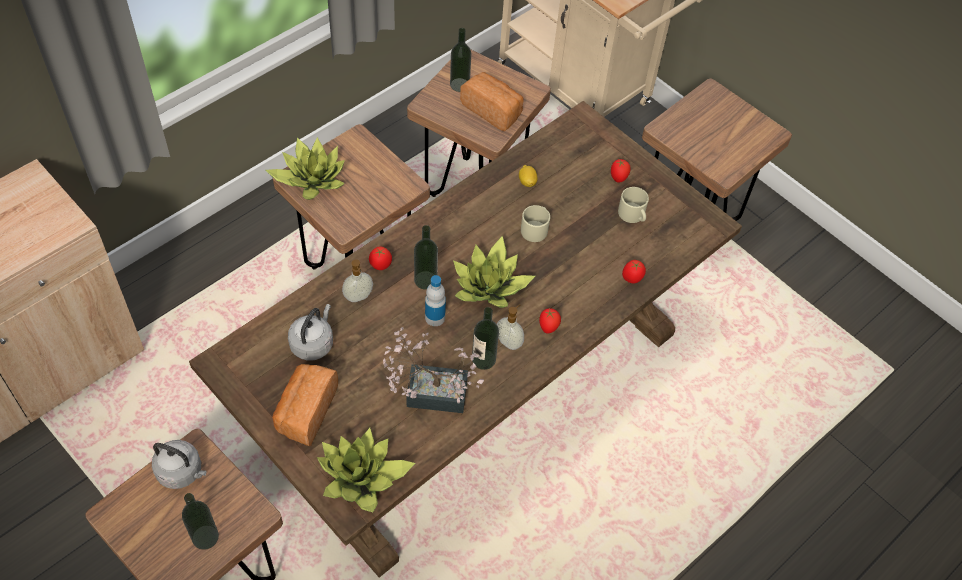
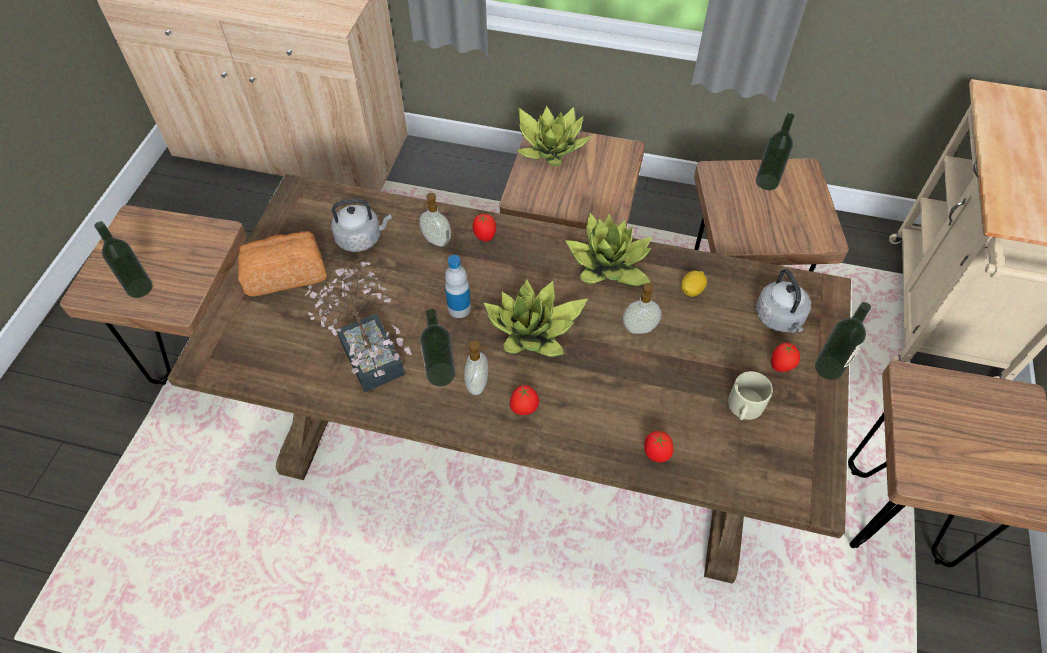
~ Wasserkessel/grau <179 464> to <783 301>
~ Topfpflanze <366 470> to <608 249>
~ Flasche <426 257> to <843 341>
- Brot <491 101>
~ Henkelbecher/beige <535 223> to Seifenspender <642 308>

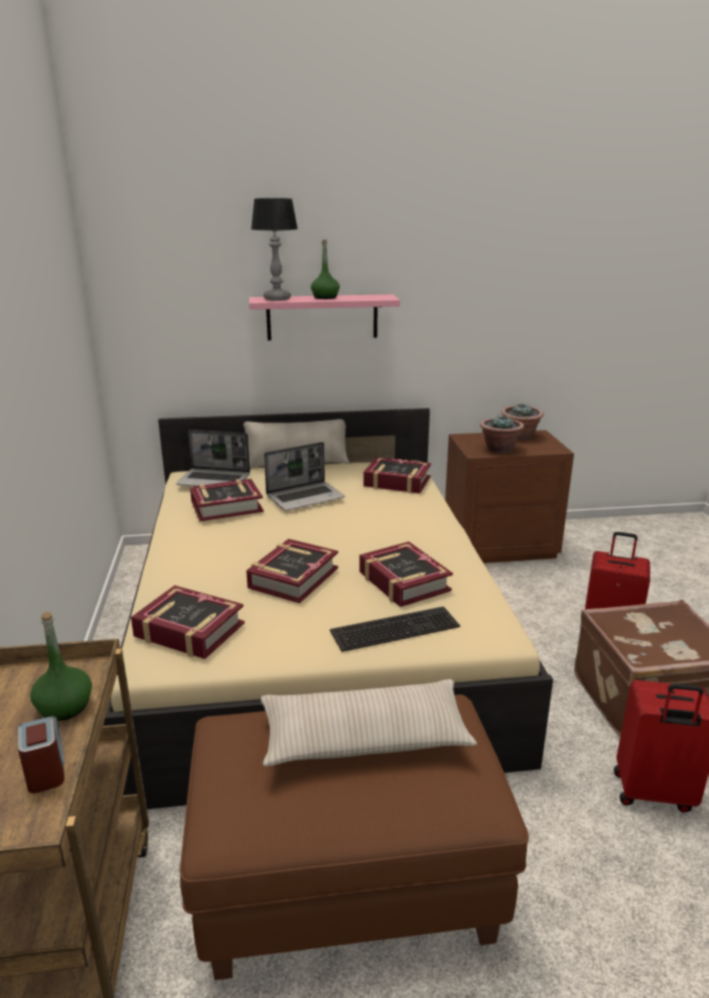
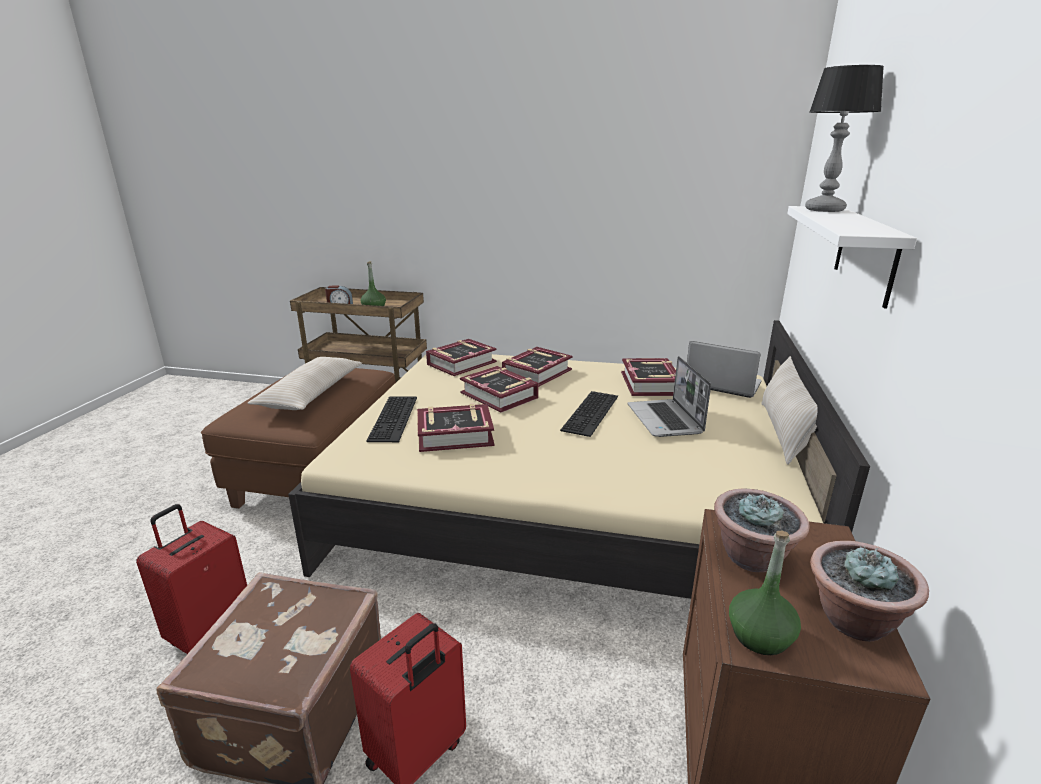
~ Laptop <213 458> = <724 369> 90 degrees clockwise
~ Wandregal/rosa <324 317> to Wandregal/weiß <852 257>
~ Flasche/grün <325 269> to <765 593>
~ Buch <397 475> to <537 366>
+ Tastatur <589 414>

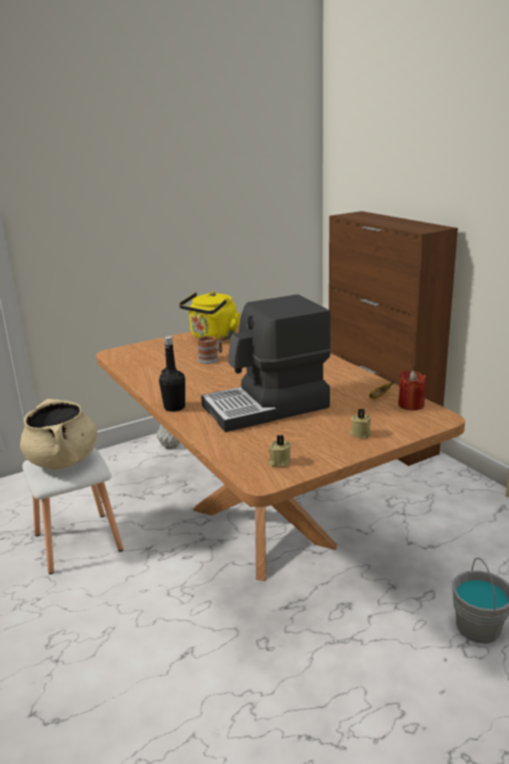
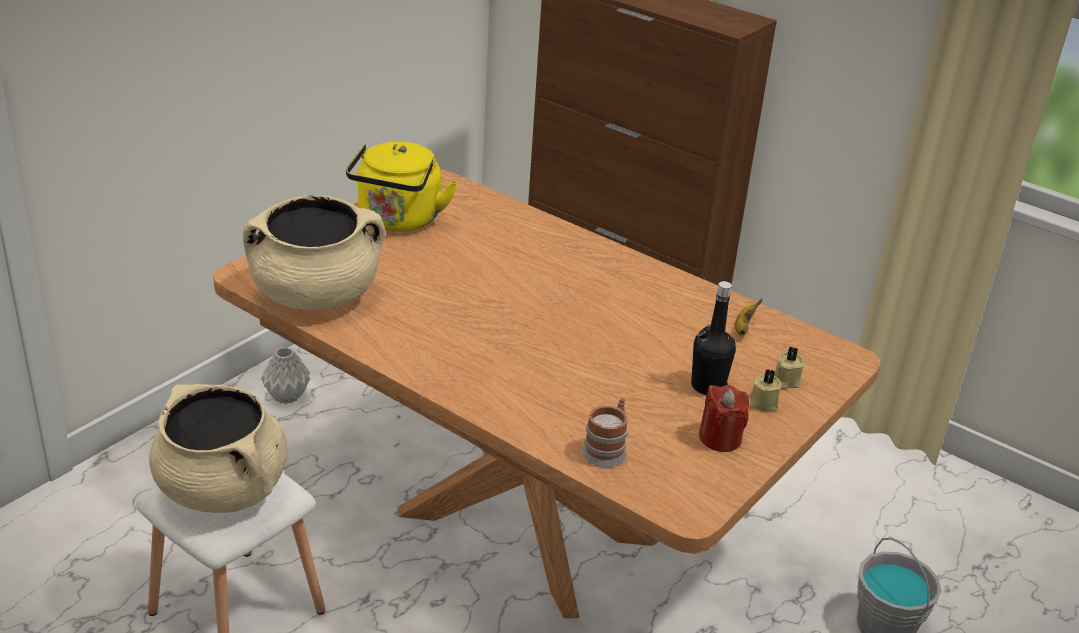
~ Flasche/schwarz <172 374> to <713 338>
~ Henkelbecher <210 349> to <605 432>
- Kaffeemaschine <266 363>
~ Kerze/beige <279 451> to <789 367>
~ Kerze/rot <412 390> to <724 418>
+ Kochtopf/beige <314 252>

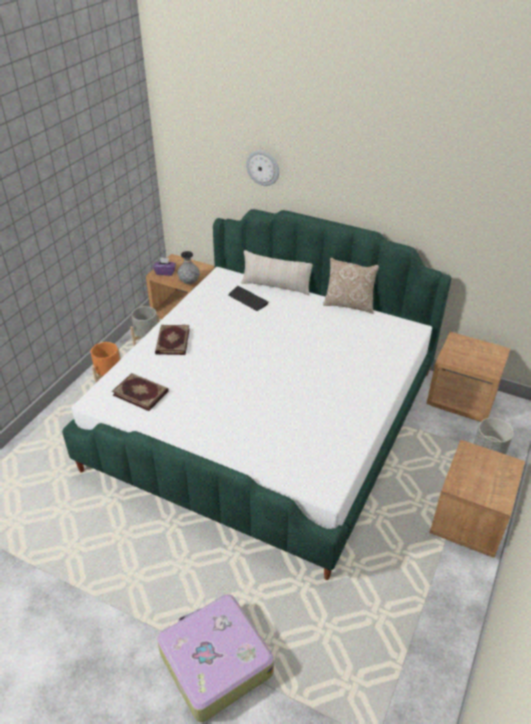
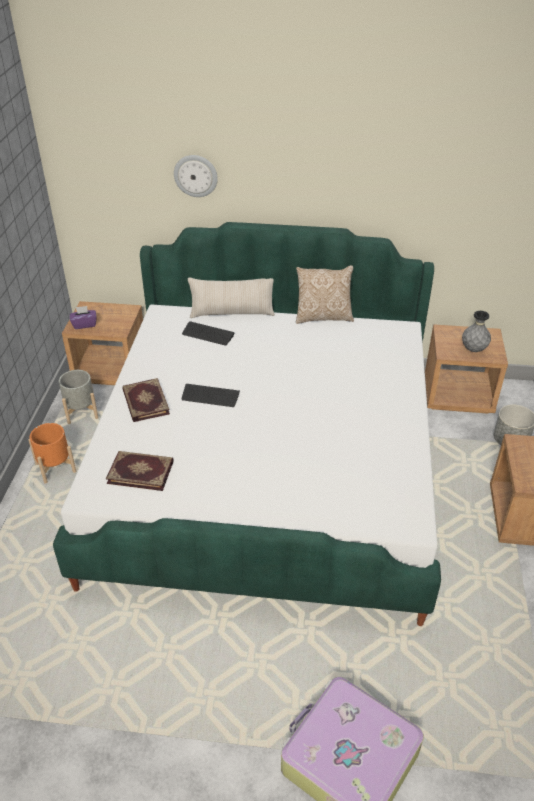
~ Vase/grau <189 267> to <476 331>
+ Tastatur <211 395>

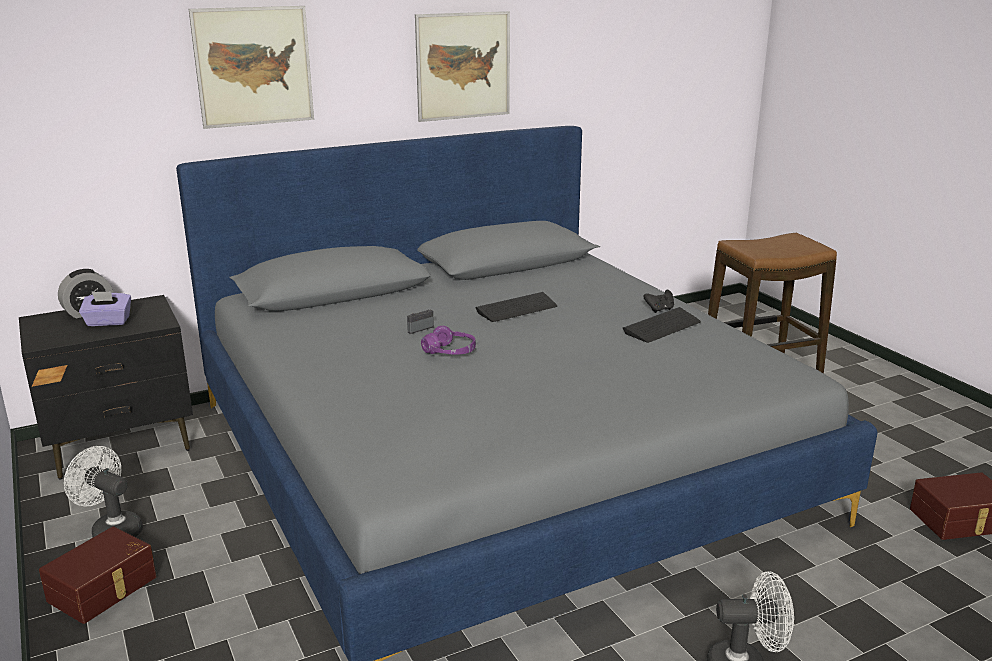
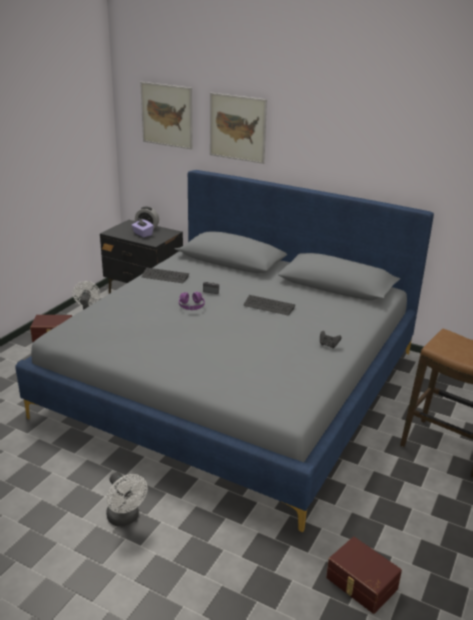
~ Bild <462 66> to <166 116>
~ Tastatur <662 325> to <165 275>

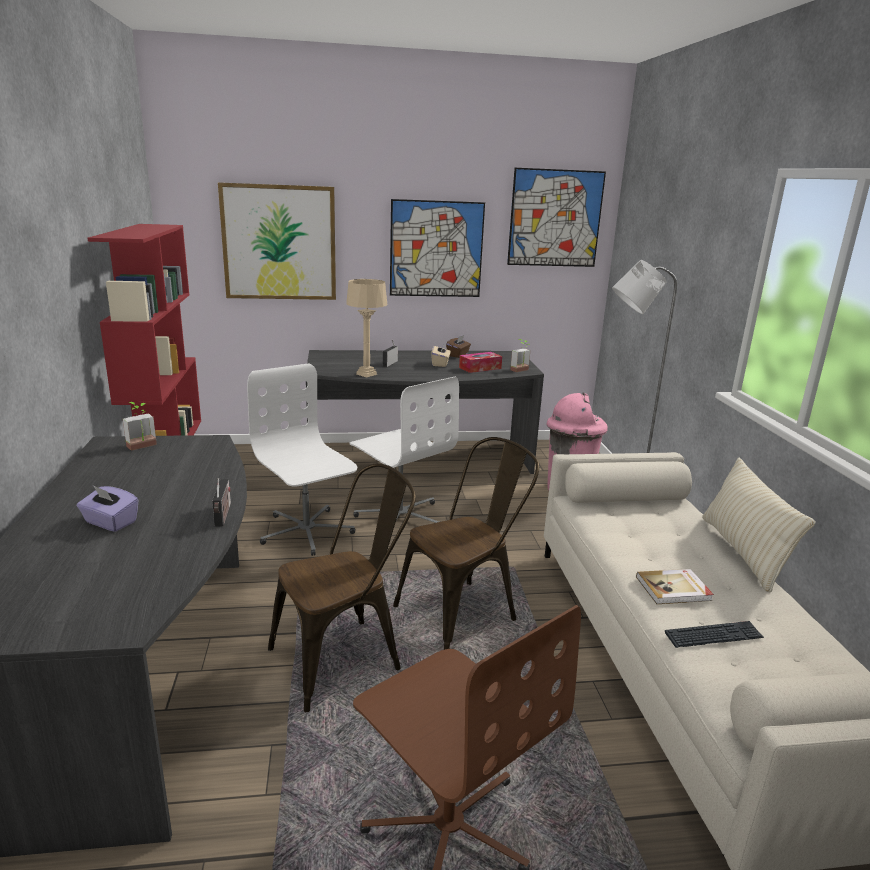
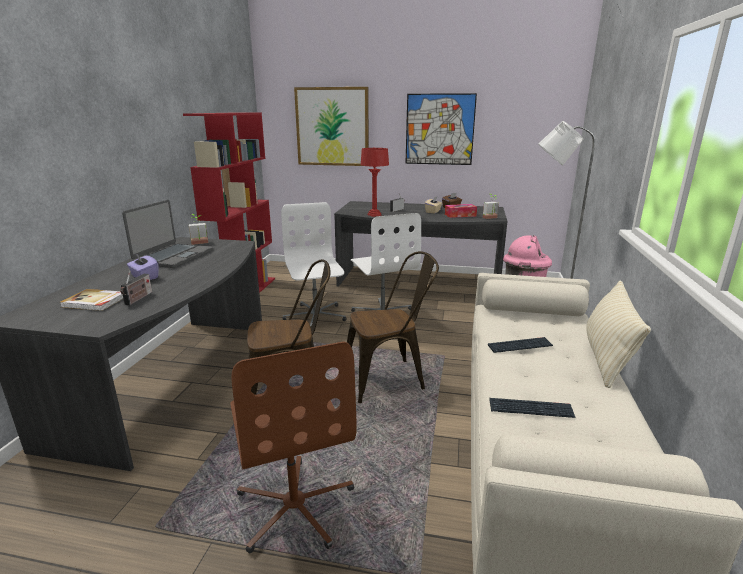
~ Radio <221 502> to <136 287>
~ Tischlampe/beige <366 328> to Tischlampe/rot <375 182>
- Bild <556 217>
~ Buch <675 586> to <91 300>
+ Laptop <167 234>
+ Tastatur <520 345>

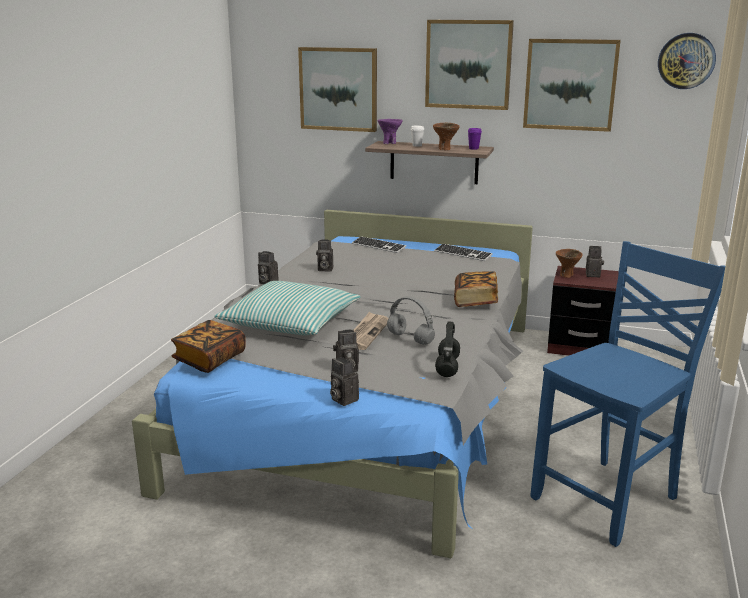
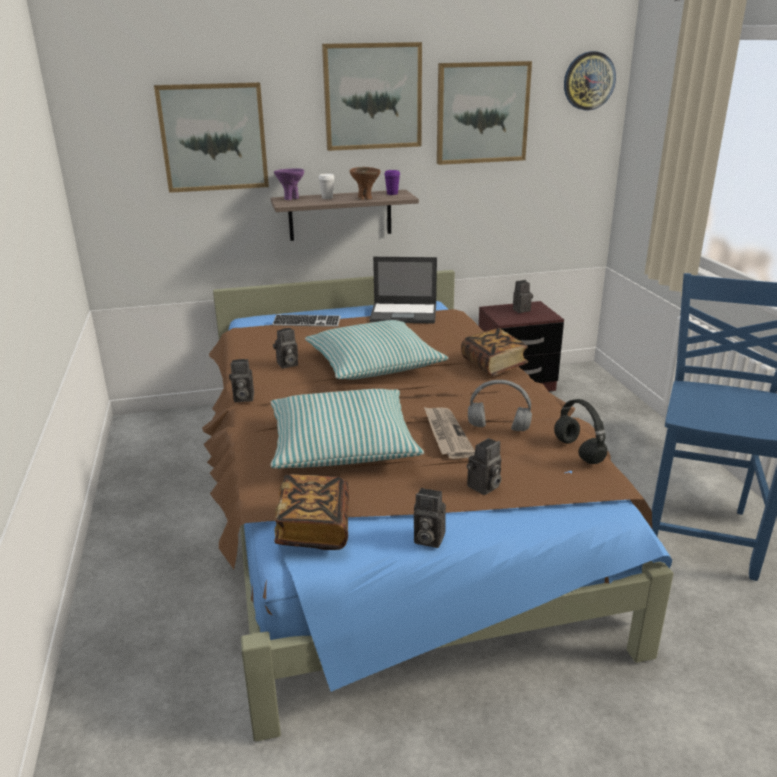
~ Bett/grau <332 384> to Bett/braun <438 506>
~ Kamera <344 381> to <430 518>
~ Tastatur <463 252> to Laptop <403 290>
- Schüssel/braun <569 263>
+ Kissen <377 350>

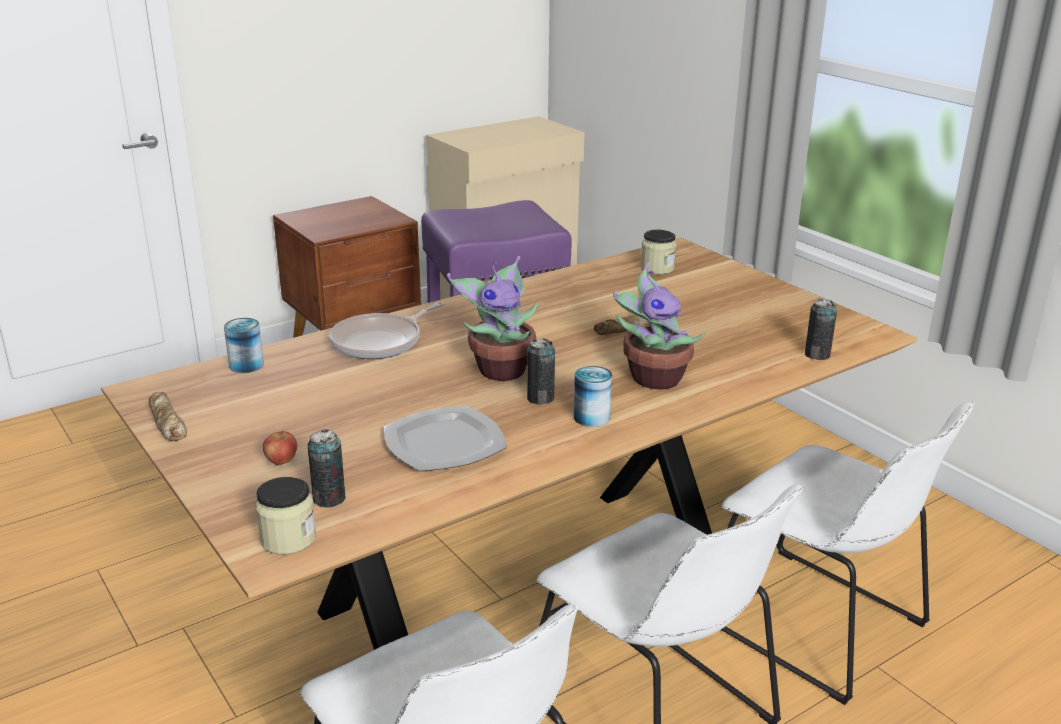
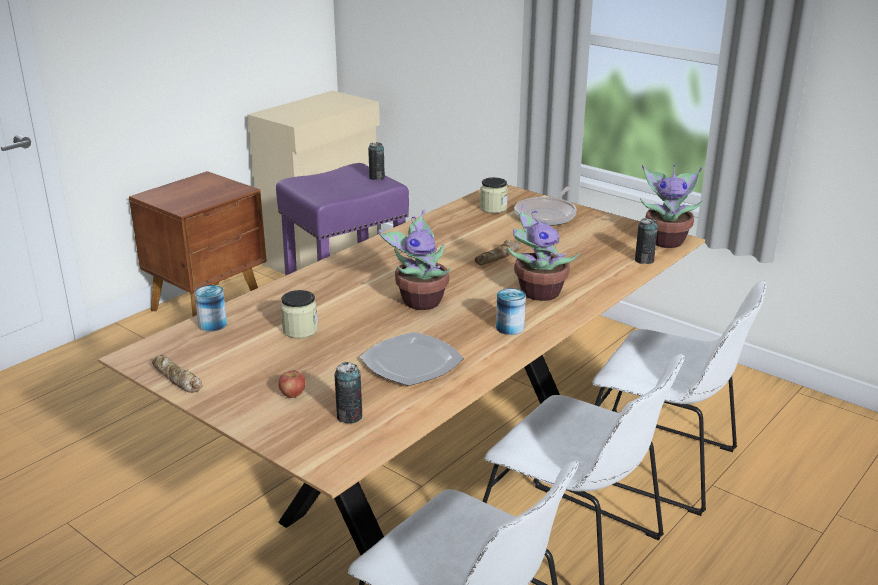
~ Vorratsglas <285 516> to <299 314>
~ Pfanne <386 330> to <545 206>
~ Dose <541 371> to <376 161>
+ Topfpflanze <671 206>

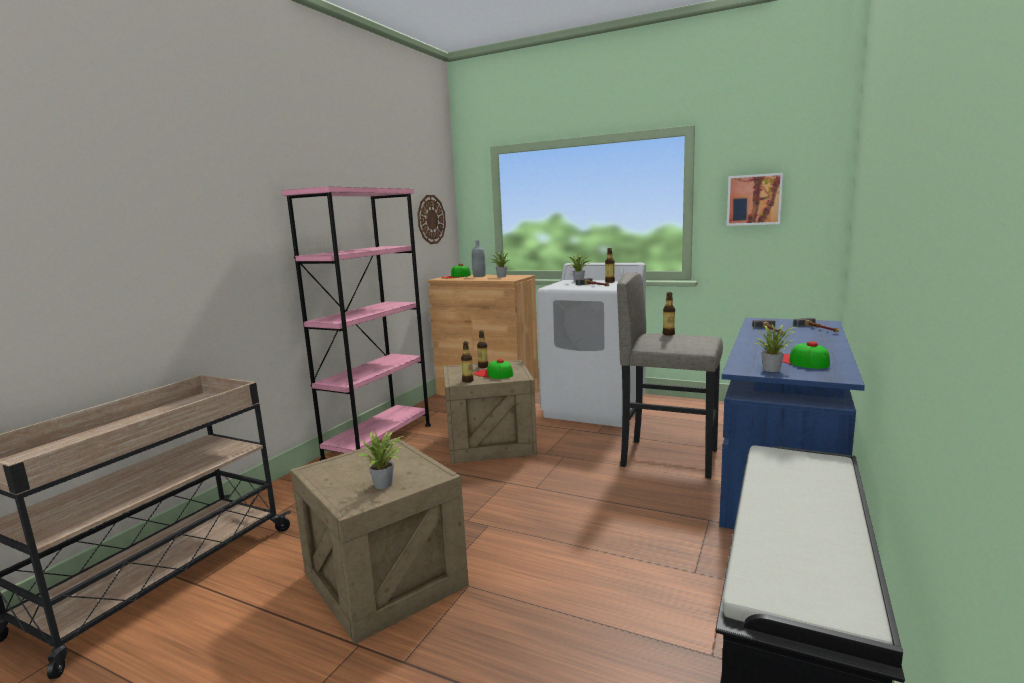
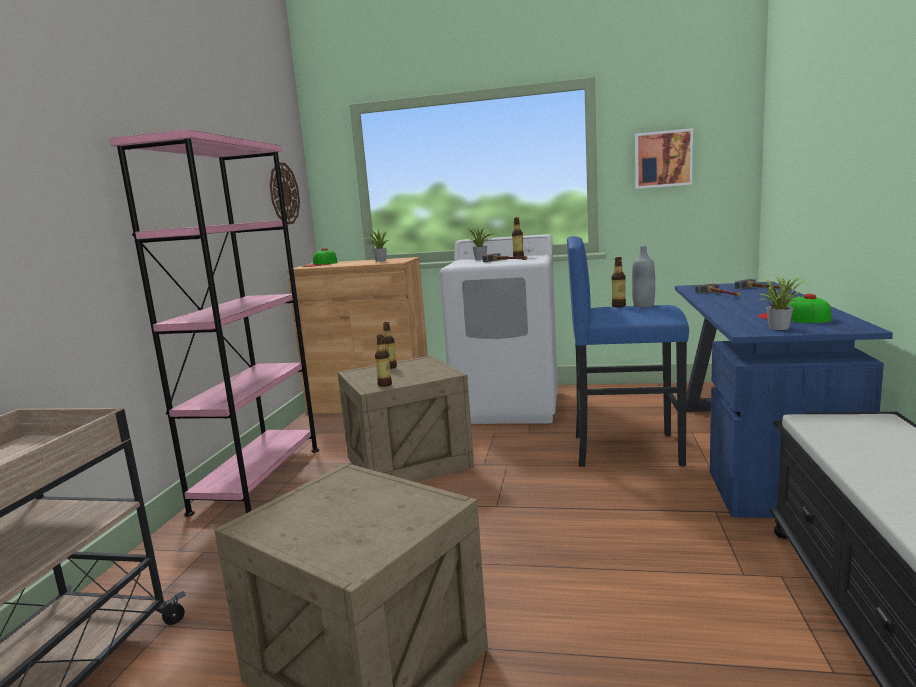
- Topfpflanze <381 459>
~ Flasche/grau <479 258> to <643 276>
- Kappe <493 369>
~ Hocker/grau <670 375> to Hocker/blau <628 351>

